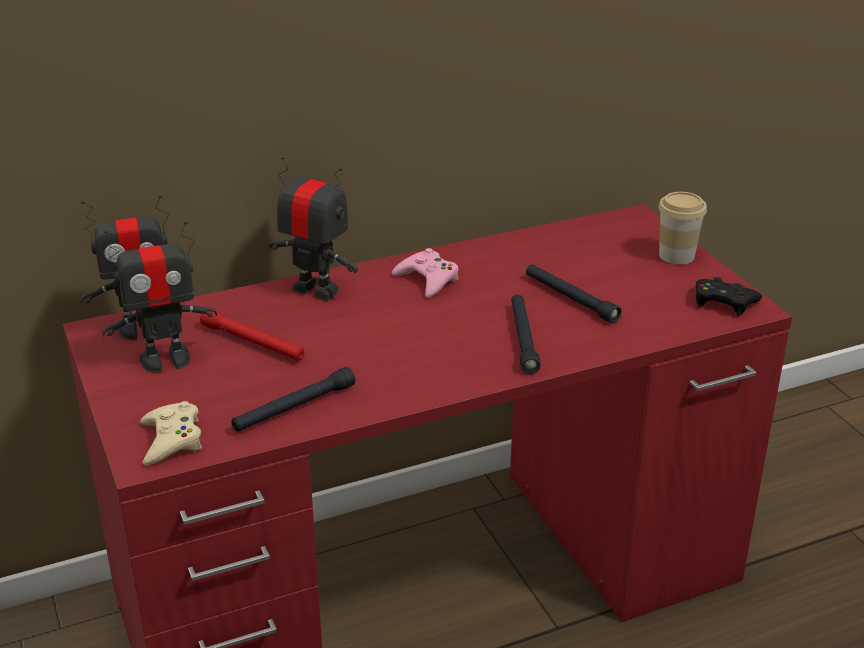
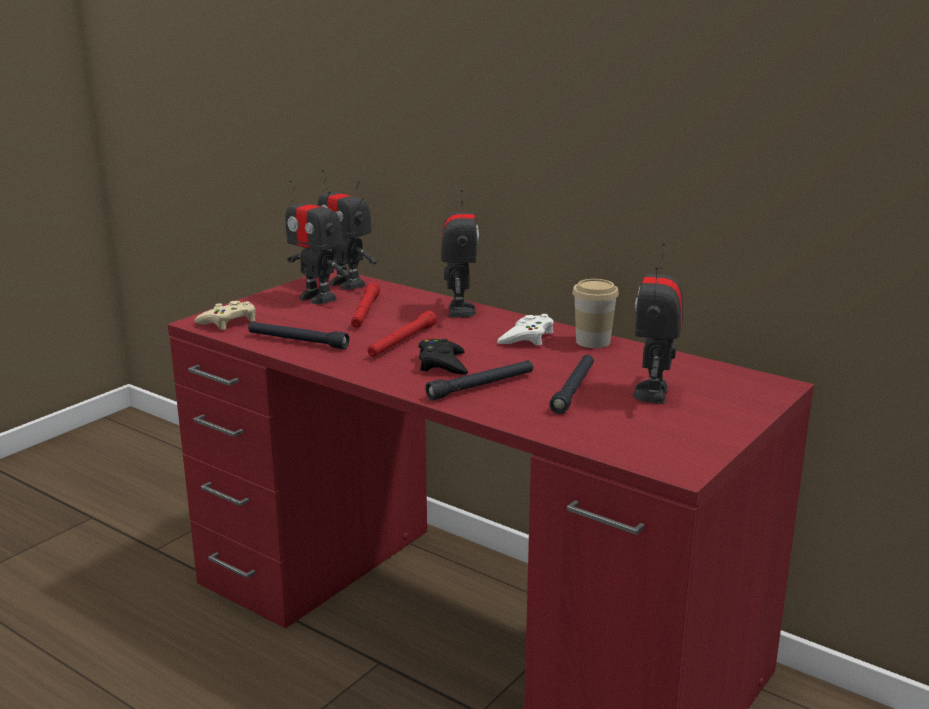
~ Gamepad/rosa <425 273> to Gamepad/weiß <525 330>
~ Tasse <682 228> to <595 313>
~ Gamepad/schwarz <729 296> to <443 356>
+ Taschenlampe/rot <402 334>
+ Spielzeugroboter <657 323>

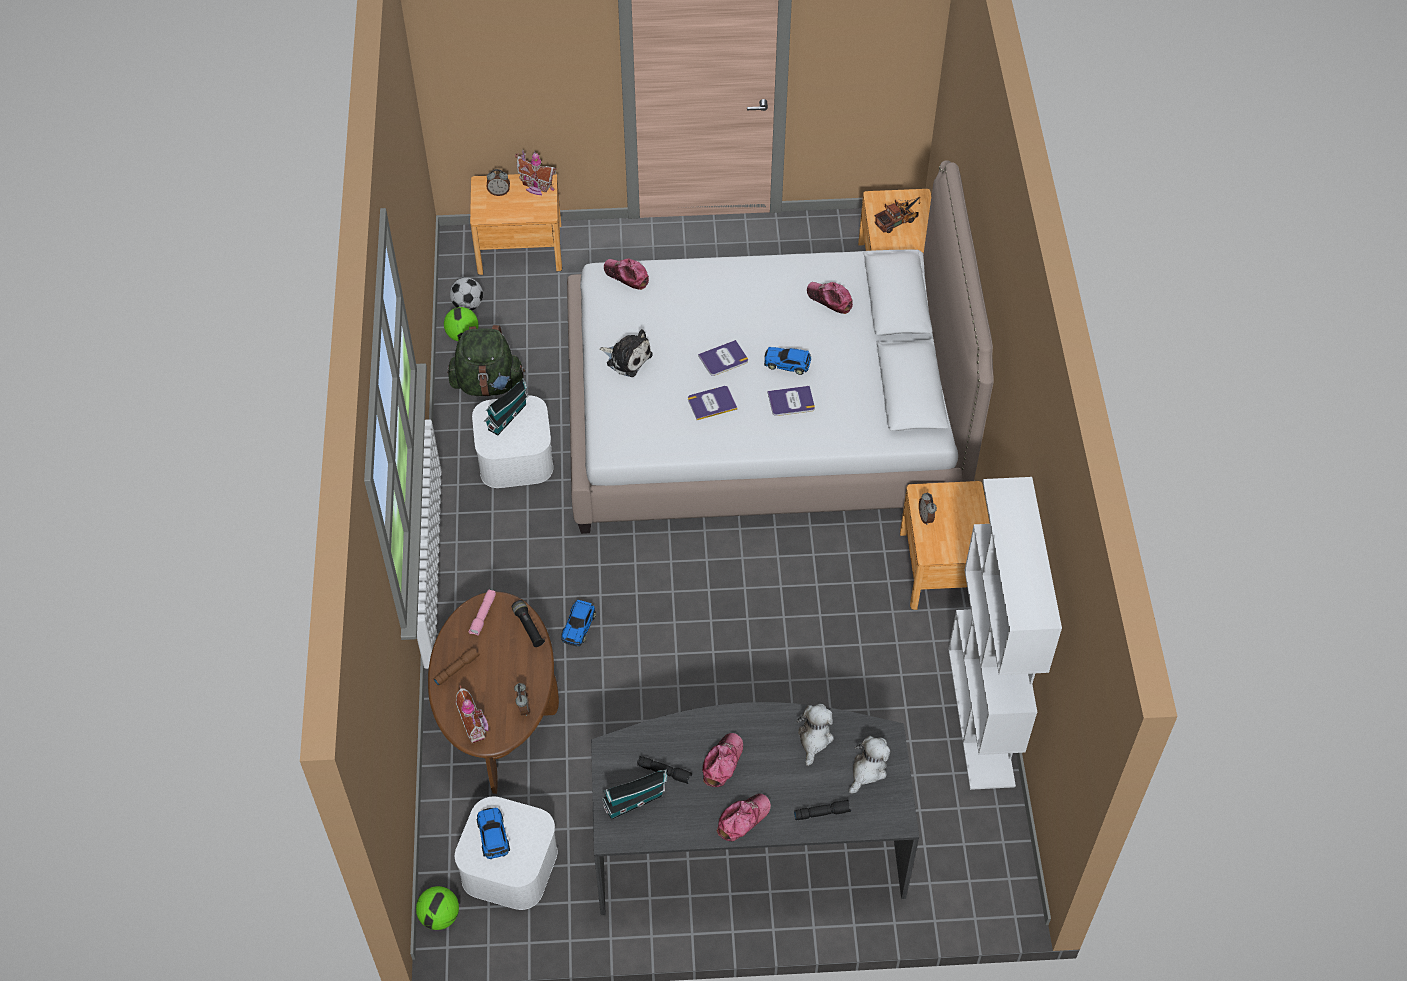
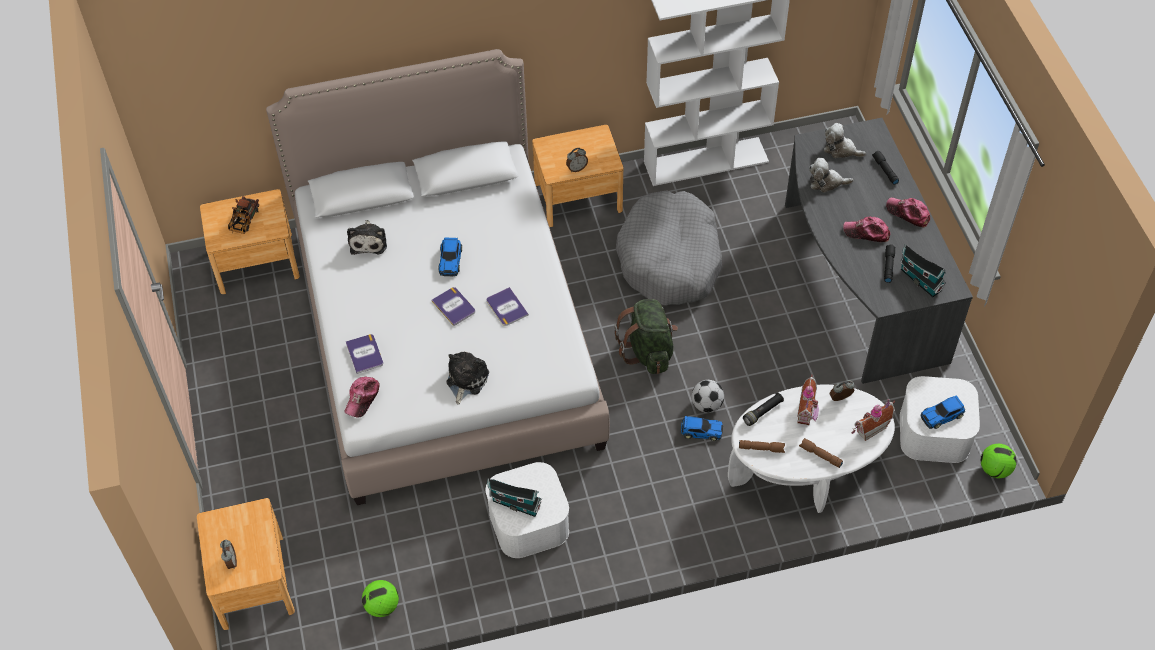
~ Couchtisch/braun <493 693> to Couchtisch/weiß <811 449>
~ Rucksack/grün <486 361> to <646 336>
~ Fußball <466 294> to <708 396>
~ Taschenlampe/rosa <482 613> to Taschenlampe/braun <762 446>
~ Spielzeughaus <535 172> to <808 399>
~ Buch <791 401> to <364 354>
~ Kappe <830 298> to Plüschtier <367 237>
~ Spielzeuglaster <898 215> = <244 215> 120 degrees counterclockwise
+ Hundebett/grau <669 247>

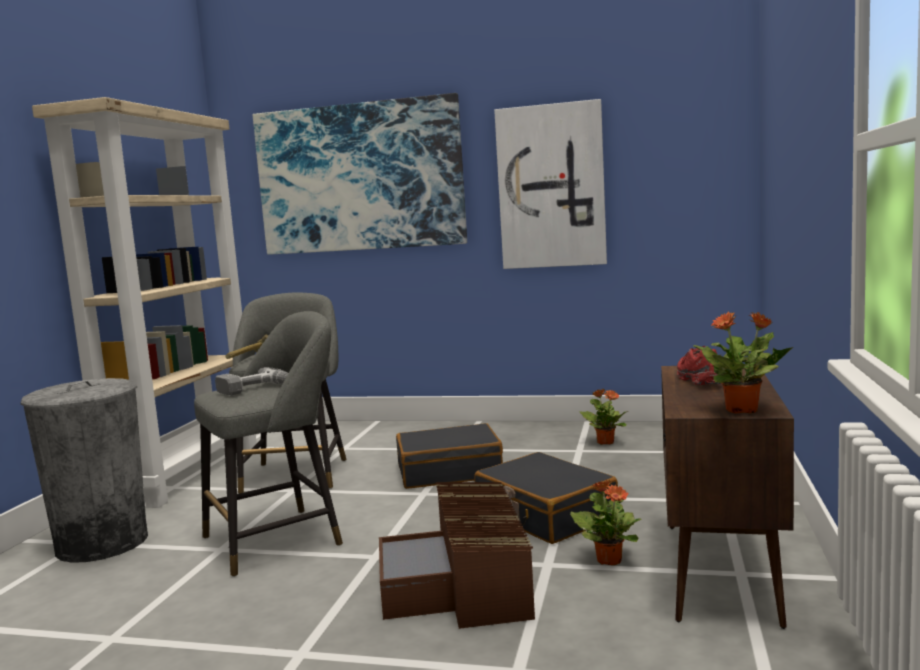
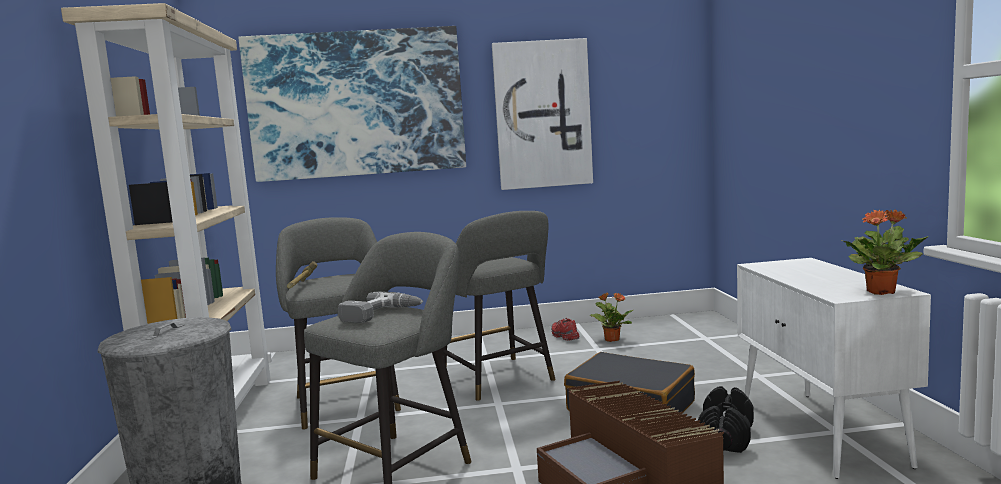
~ Koffer/schwarz <449 456> to Hocker/grau <498 306>
~ Topfpflanze <605 522> to Hantel/schwarz <726 419>
~ Schrank/braun <727 497> to Schrank/weiß <834 368>
~ Schuh/rot <699 365> to <565 329>

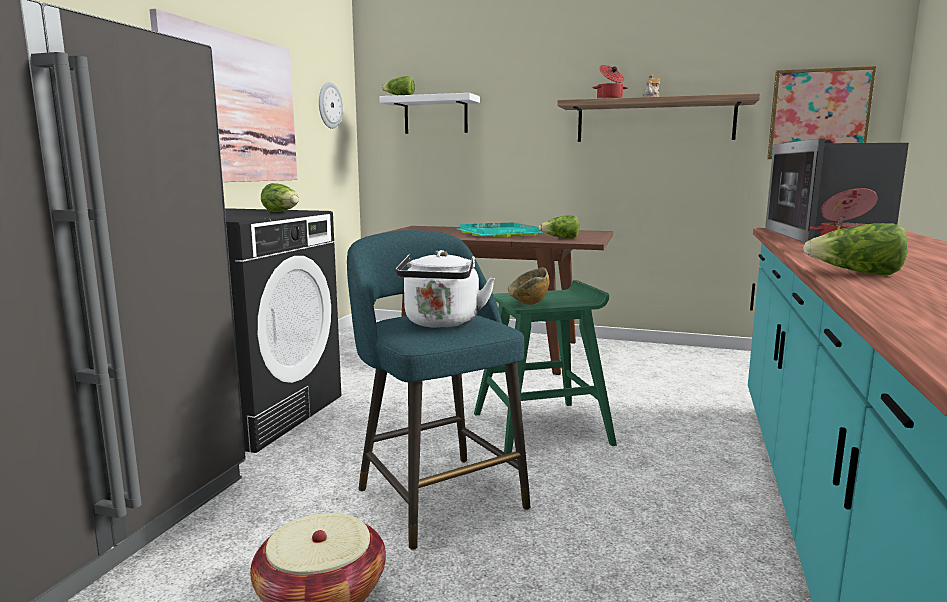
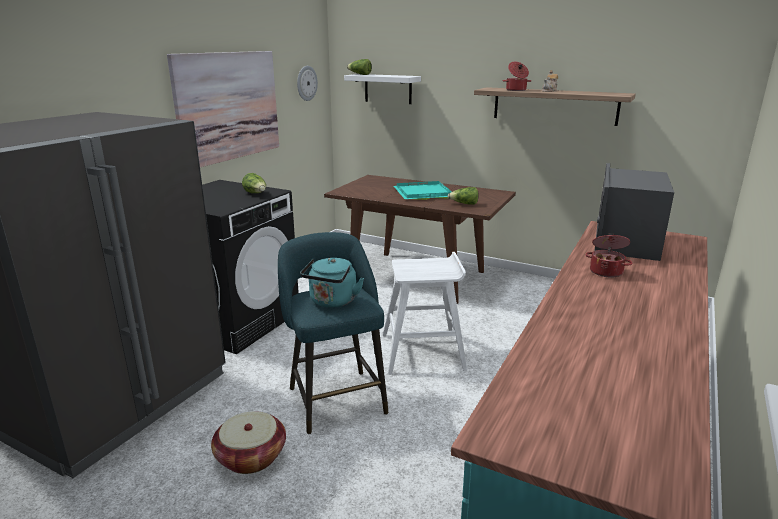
~ Wasserkessel/weiß <445 289> to Wasserkessel/türkis <332 283>
~ Hocker/grün <545 367> to Hocker/weiß <424 313>
- Schüssel <529 286>
- Bild <821 112>
- Salatkopf <855 249>

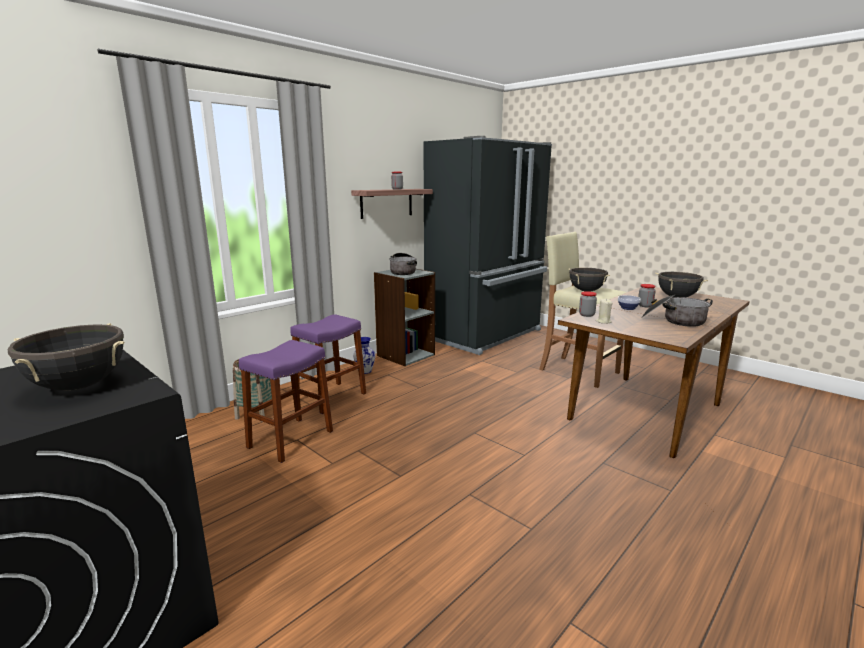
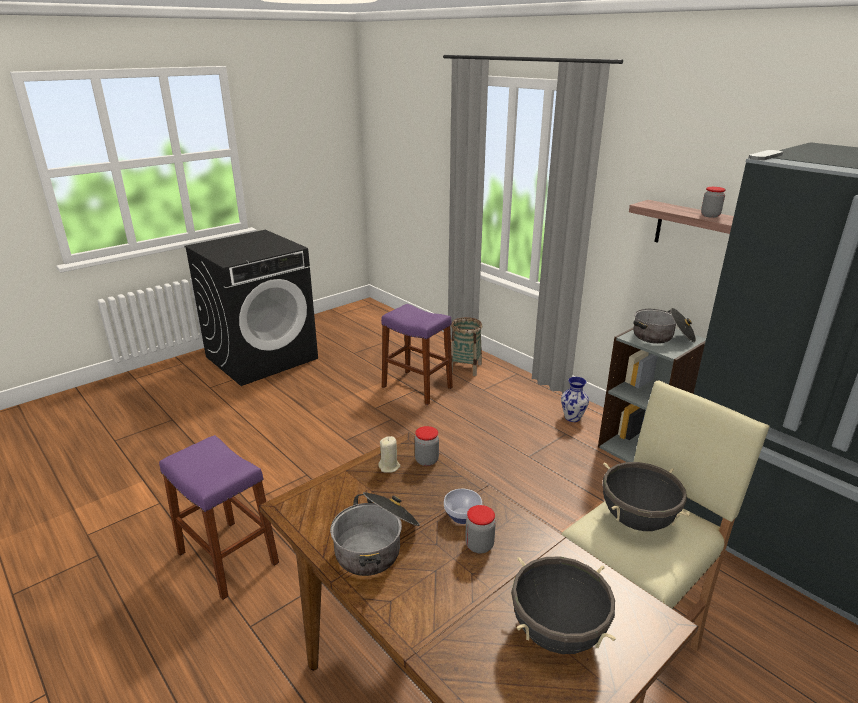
- Kochtopf/schwarz <66 357>
~ Hocker/lila <328 364> to <219 517>

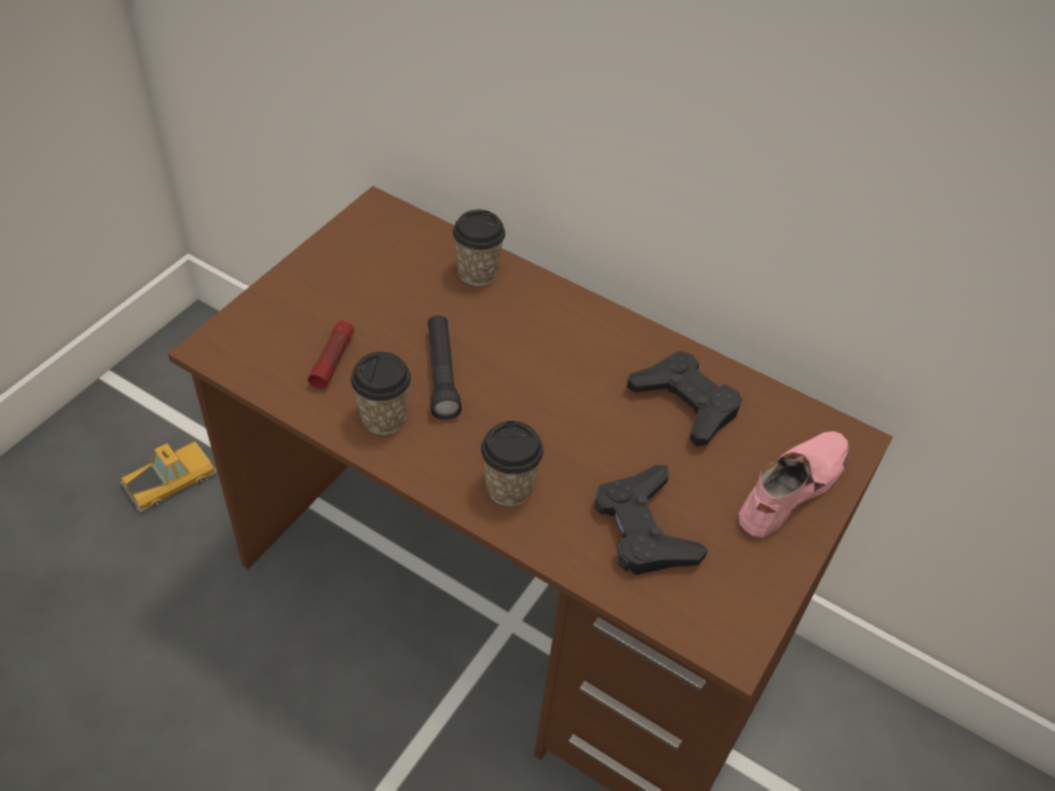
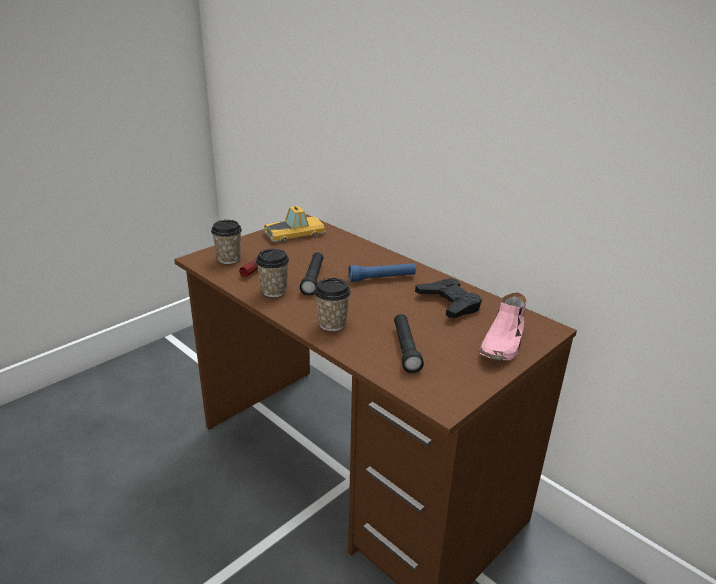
~ Spielzeugauto <168 476> to <294 224>
~ Tasse <479 248> to <226 242>
~ Gamepad/schwarz <651 520> to Taschenlampe/schwarz <409 343>
~ Schuh/rosa <793 484> = <503 326> 150 degrees clockwise
+ Taschenlampe/blau <382 272>

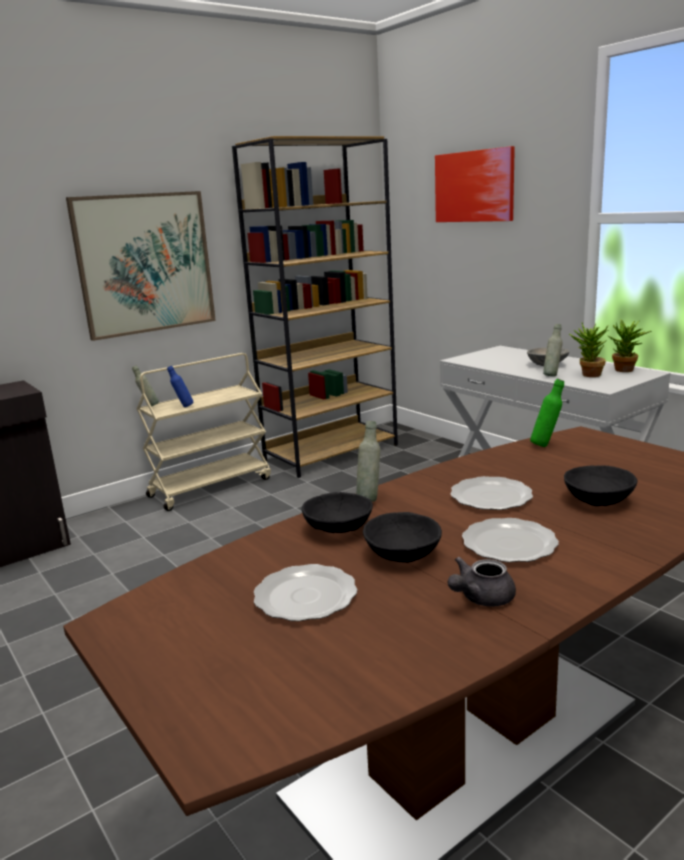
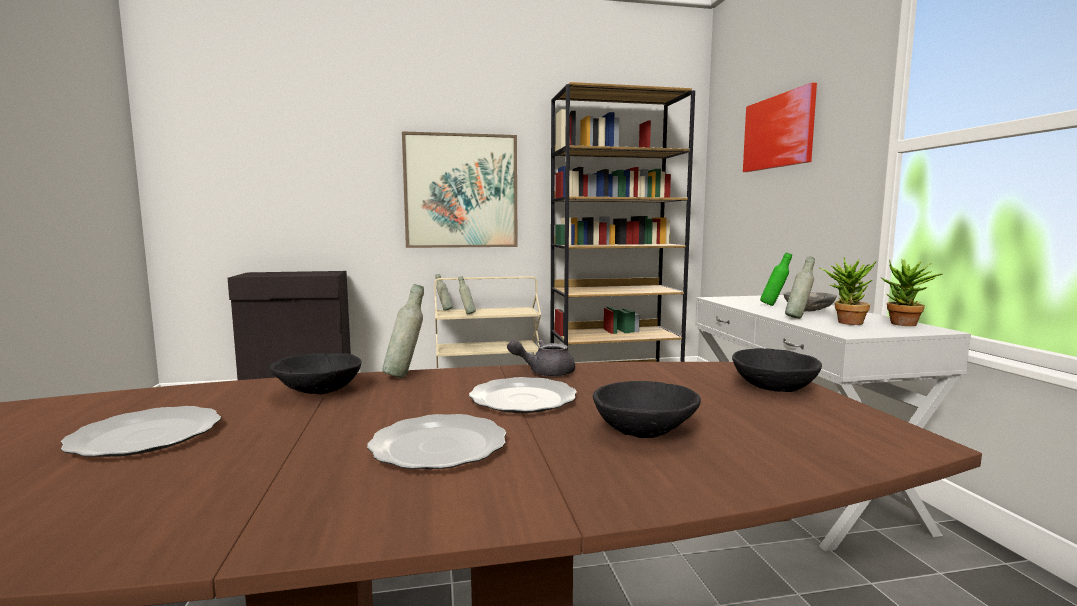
~ Flasche/blau <180 387> to Flasche/grau <467 295>
~ Schüssel/schwarz <402 537> to <777 370>
~ Teekanne/grau <482 582> to <541 358>
~ Flasche/grün <547 413> to <776 279>

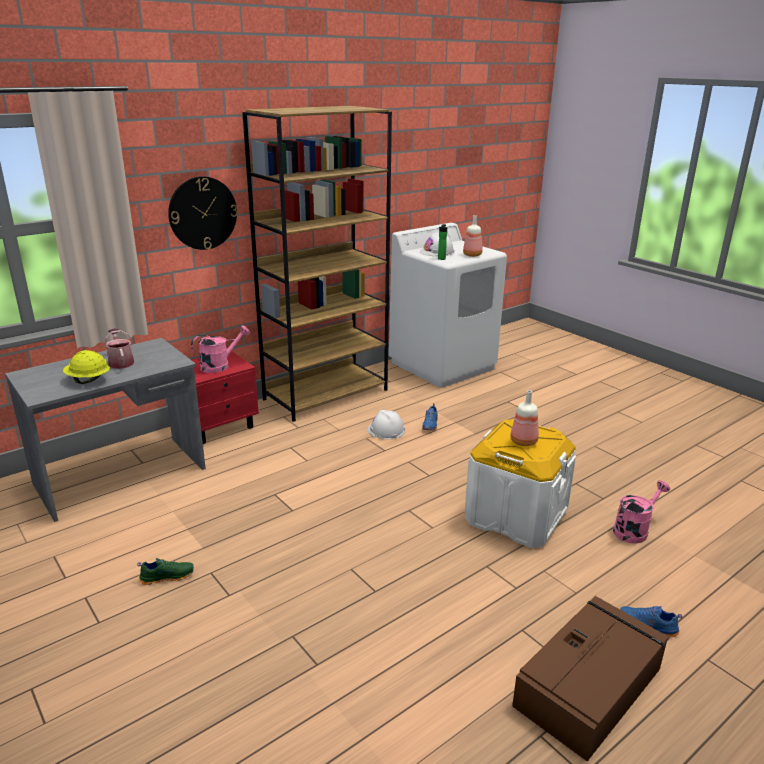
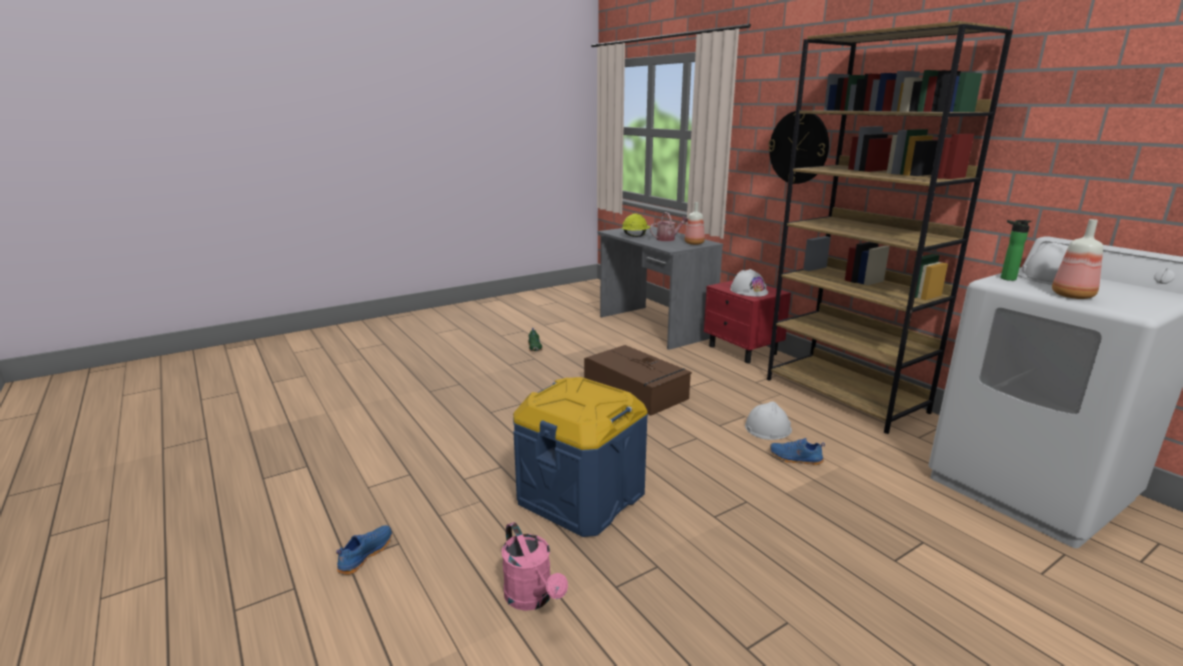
~ Gießkanne/rosa <220 349> to Schutzhelm/weiß <749 283>
~ Aufbewahrungsbox/weiß <520 483> to Aufbewahrungsbox/blau <580 457>
~ Flasche <524 418> to <695 223>
~ Aufbewahrungsbox/braun <590 678> to <638 380>

